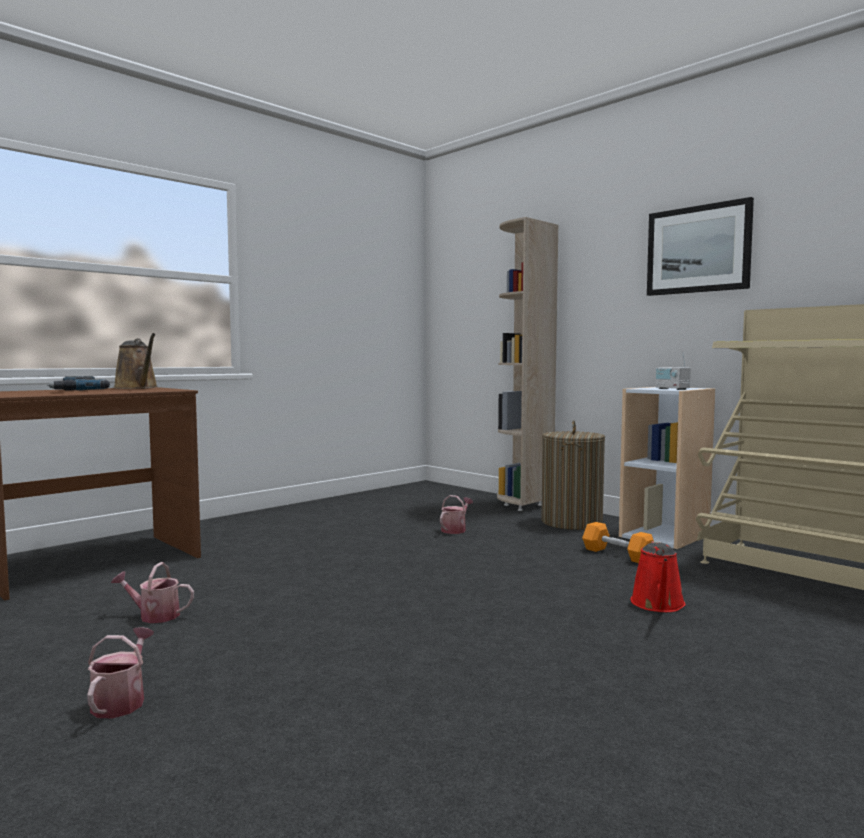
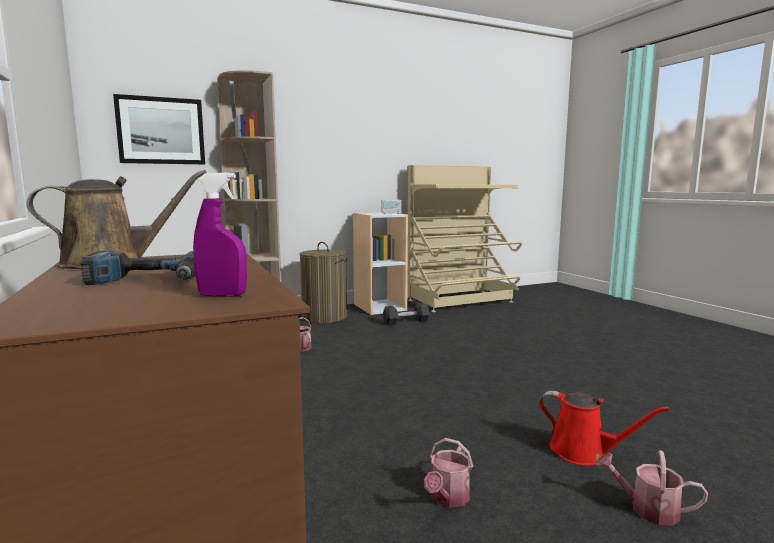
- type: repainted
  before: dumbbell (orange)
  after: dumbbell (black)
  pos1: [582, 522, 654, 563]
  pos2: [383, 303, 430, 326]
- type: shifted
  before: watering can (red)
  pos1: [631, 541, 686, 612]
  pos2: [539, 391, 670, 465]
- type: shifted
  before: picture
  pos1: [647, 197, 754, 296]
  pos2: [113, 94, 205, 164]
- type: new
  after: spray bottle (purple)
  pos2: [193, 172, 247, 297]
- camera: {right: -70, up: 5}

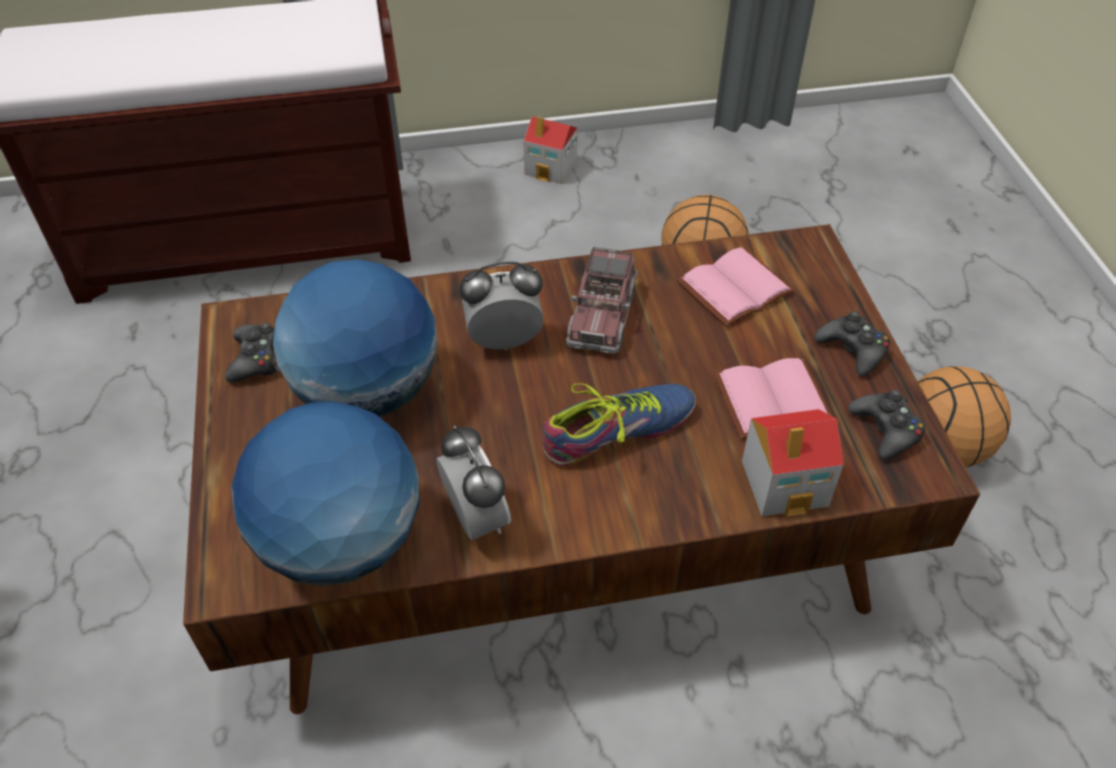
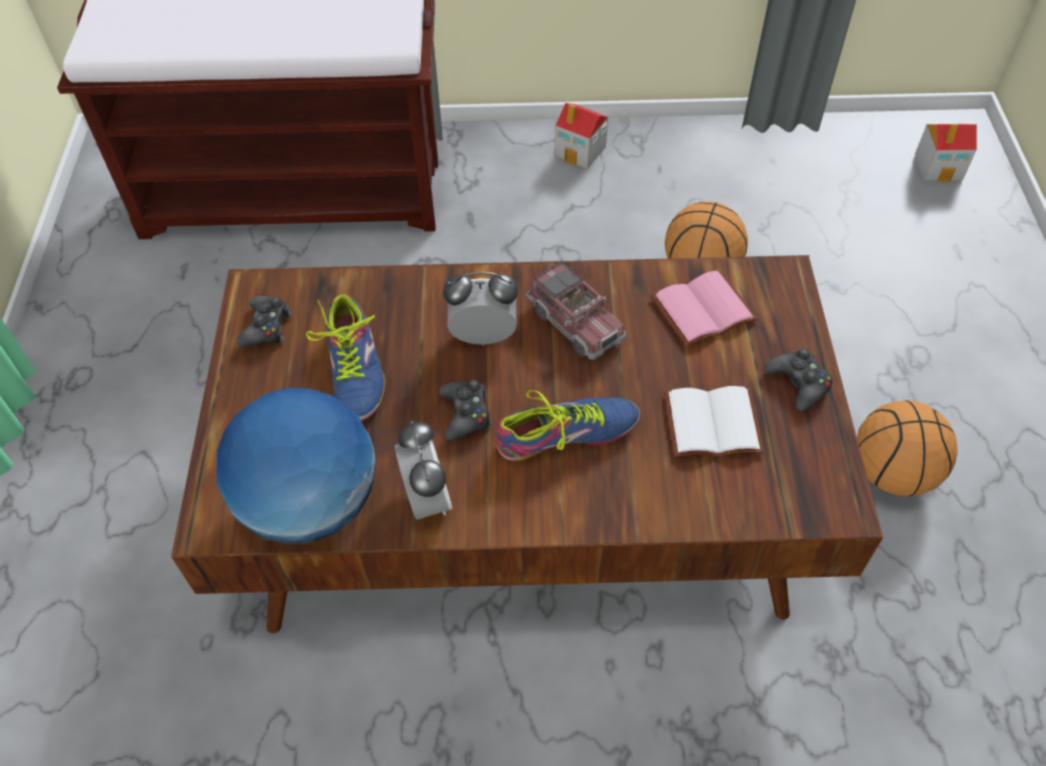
- type: swapped
  before: globe
  after: shoe
  pos1: [273, 259, 438, 417]
  pos2: [306, 294, 385, 421]
- type: rotated
  before: toy truck
  pos1: [566, 247, 638, 354]
  pos2: [526, 261, 626, 360]
  turn: -60
- type: repainted
  before: book (pink)
  after: book (white)
  pos1: [714, 358, 832, 440]
  pos2: [664, 386, 765, 457]
- type: shifted
  before: toy house
  pos1: [742, 409, 844, 517]
  pos2: [915, 124, 977, 182]
- type: shifted
  before: game controller (black)
  pos1: [848, 389, 925, 460]
  pos2: [439, 380, 492, 440]
- camera: {right: 10, up: 5}

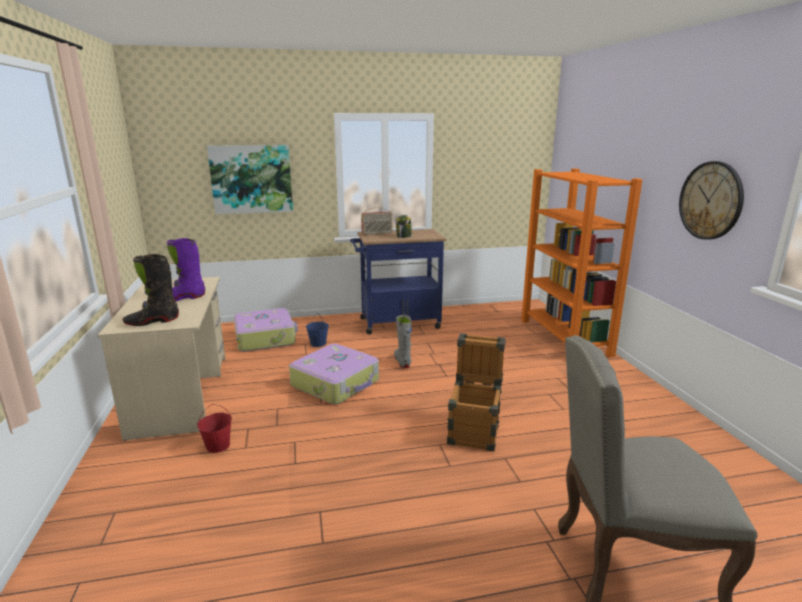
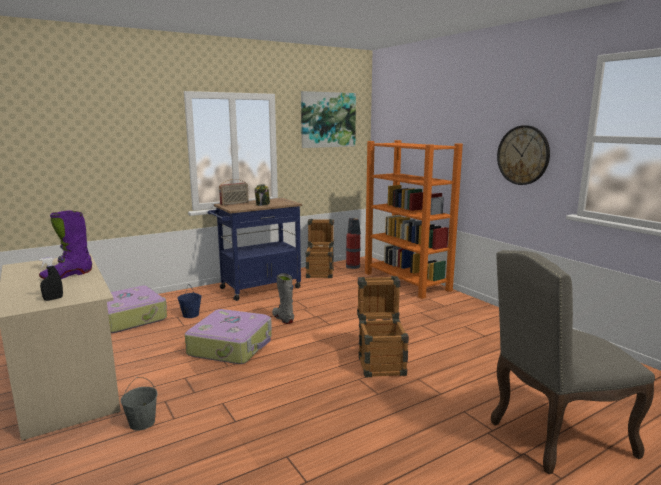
- type: swapped
  before: boot (black)
  after: spray bottle (black)
  pos1: [123, 254, 179, 326]
  pos2: [39, 257, 63, 301]
- type: repainted
  before: bucket (red)
  after: bucket (grey)
  pos1: [197, 404, 232, 453]
  pos2: [121, 377, 158, 431]
- type: shifted
  before: picture
  pos1: [207, 145, 293, 214]
  pos2: [301, 91, 356, 148]
- type: new
  after: crate
  pos2: [305, 219, 334, 278]
- type: new
  after: fire extinguisher
  pos2: [346, 218, 361, 269]
- camera: {right: -20, up: -5}

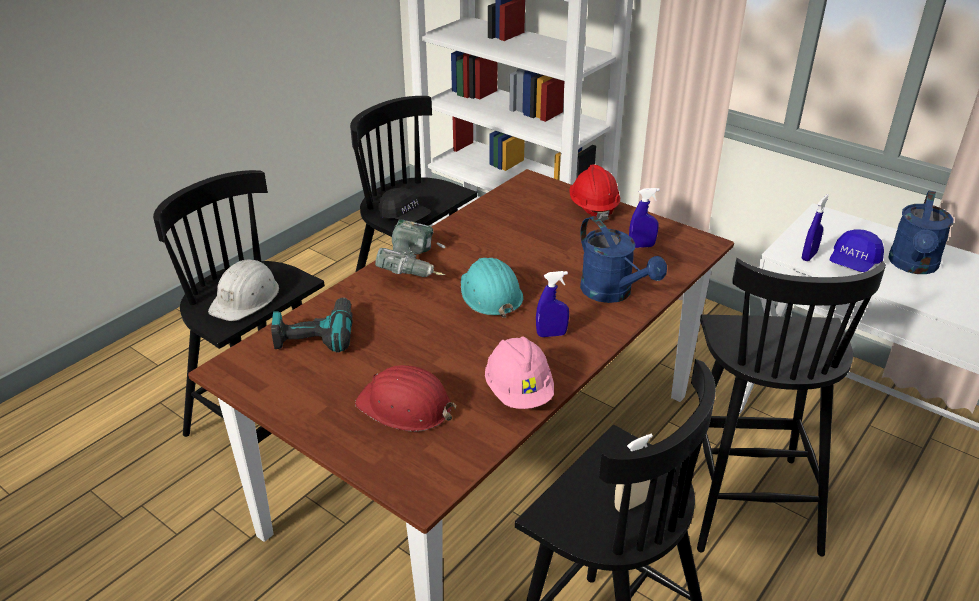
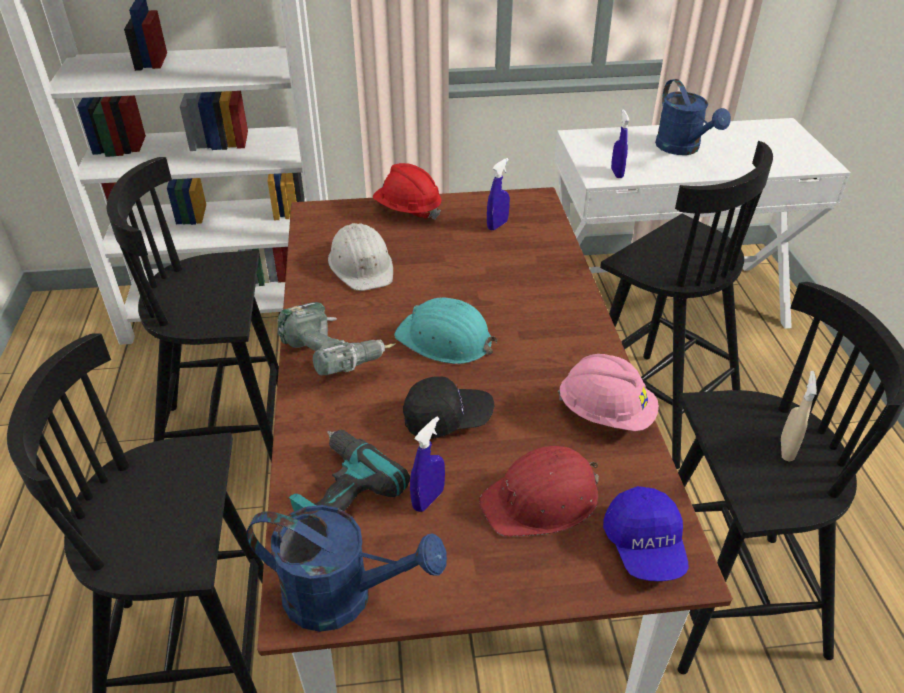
- type: shifted
  before: hard hat (white)
  pos1: [208, 259, 279, 321]
  pos2: [328, 223, 393, 291]
- type: shifted
  before: cap (black)
  pos1: [378, 188, 431, 222]
  pos2: [403, 376, 494, 439]
- type: shifted
  before: spray bottle (blue)
  pos1: [536, 271, 569, 337]
  pos2: [410, 417, 445, 512]
- type: shifted
  before: watering can (blue)
  pos1: [580, 216, 667, 303]
  pos2: [247, 505, 447, 632]
- type: shifted
  before: cap (blue)
  pos1: [830, 229, 884, 272]
  pos2: [603, 486, 689, 581]
- camera: {right: -45, up: 5}

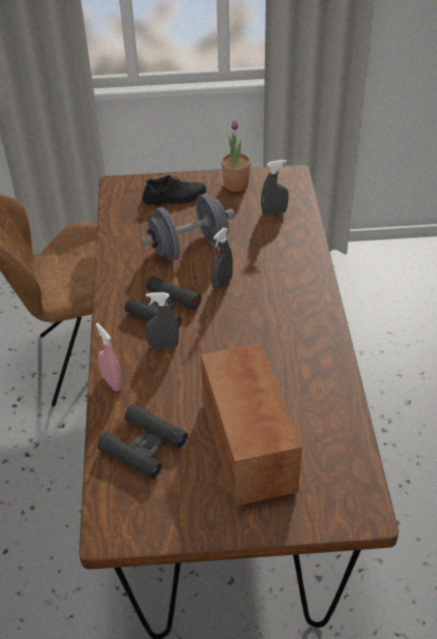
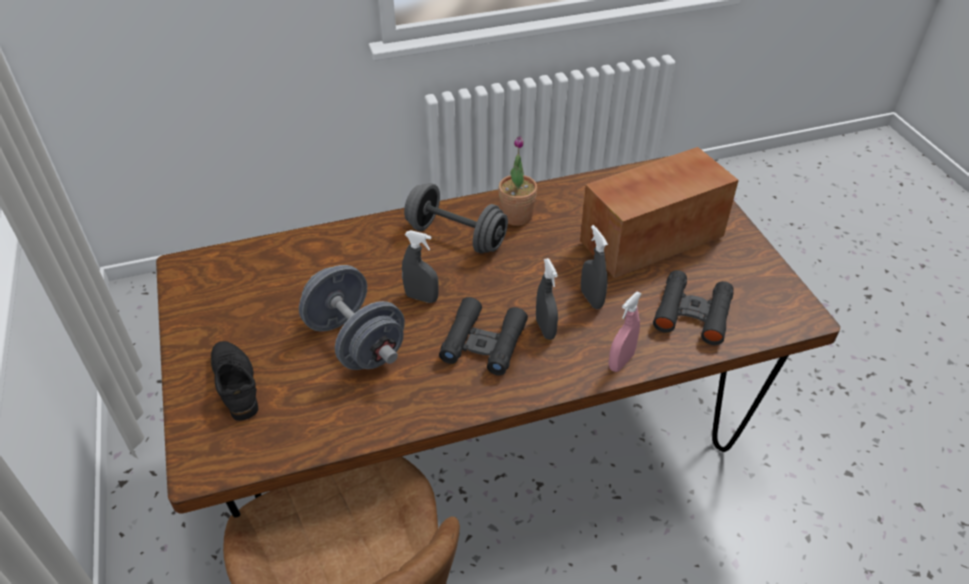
- type: shifted
  before: potted plant
  pos1: [221, 120, 251, 192]
  pos2: [498, 136, 537, 226]
- type: shifted
  before: spray bottle (grey)
  pos1: [261, 160, 289, 216]
  pos2: [581, 225, 608, 309]
- type: new
  after: dumbbell (grey)
  pos2: [404, 183, 508, 253]
- camera: {right: -105, up: 0}

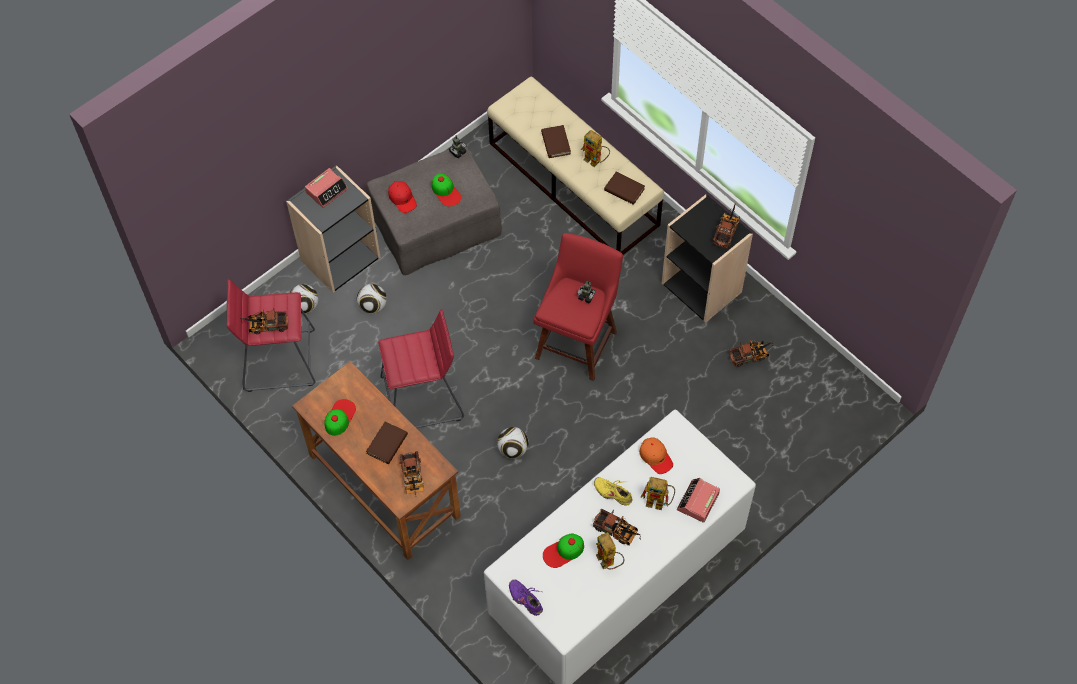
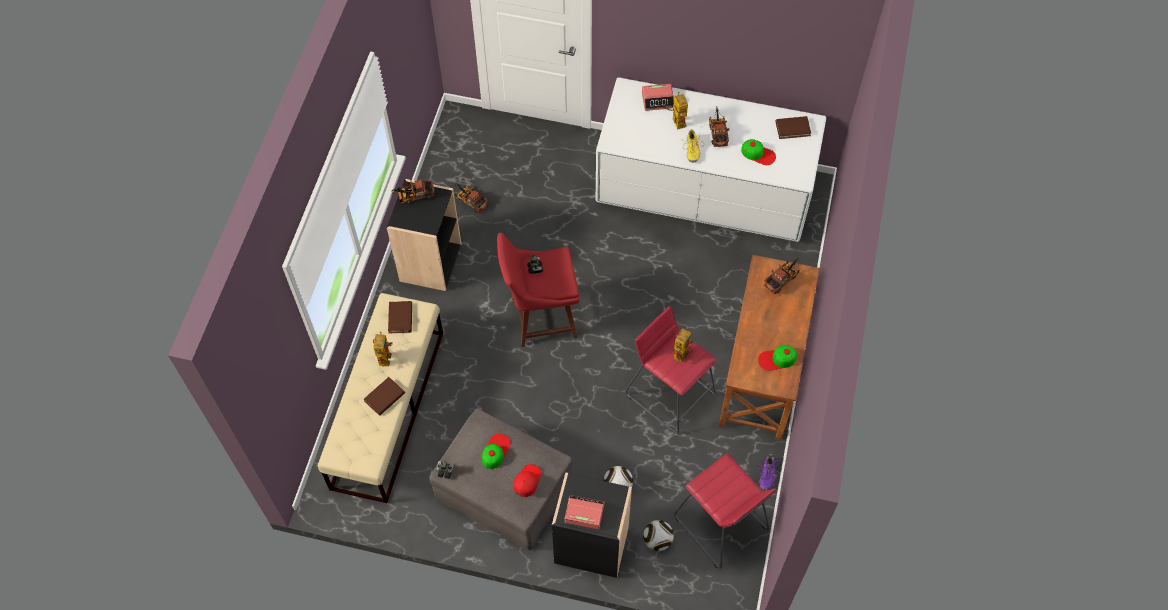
- type: gone
  before: toy truck
  pos1: [241, 307, 288, 334]
- type: shifted
  before: book (brown)
  pos1: [366, 421, 408, 464]
  pos2: [776, 116, 811, 139]
- type: gone
  before: football
  pos1: [497, 427, 529, 459]
- type: shifted
  before: shoe (purple)
  pos1: [509, 579, 543, 616]
  pos2: [757, 454, 780, 490]
- type: shifted
  before: toy robot
  pos1: [596, 532, 624, 569]
  pos2: [673, 327, 695, 363]
- type: gone
  before: cap (orange)
  pos1: [639, 437, 673, 474]
- camera: {right: -125, up: 0}

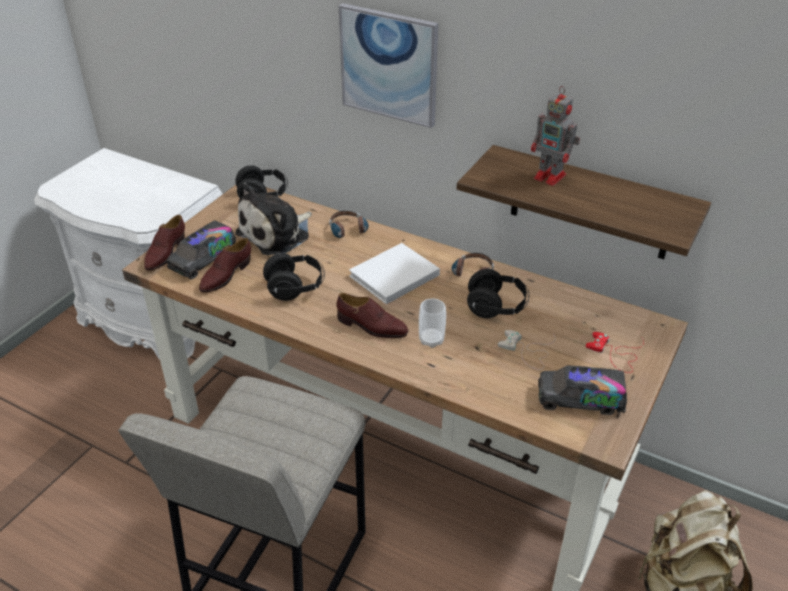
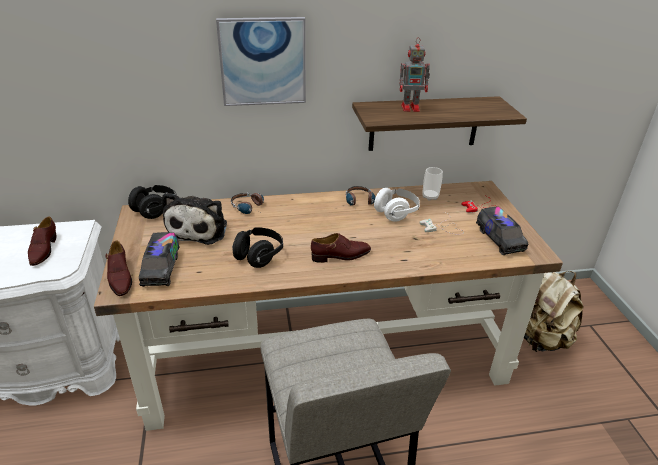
- type: shifted
  before: shoe (brown)
  pos1: [199, 238, 251, 292]
  pos2: [28, 217, 57, 266]
- type: gone
  before: book (white)
  pos1: [349, 243, 440, 304]
- type: shifted
  before: cup
  pos1: [419, 298, 446, 348]
  pos2: [422, 167, 443, 201]
- type: repainted
  before: headphones (black)
  after: headphones (white)
  pos1: [467, 269, 529, 318]
  pos2: [374, 188, 420, 222]
- type: rotated
  before: toy truck
  pos1: [538, 366, 627, 415]
  pos2: [476, 206, 528, 255]
  turn: -75
- camera: {right: -40, up: -5}

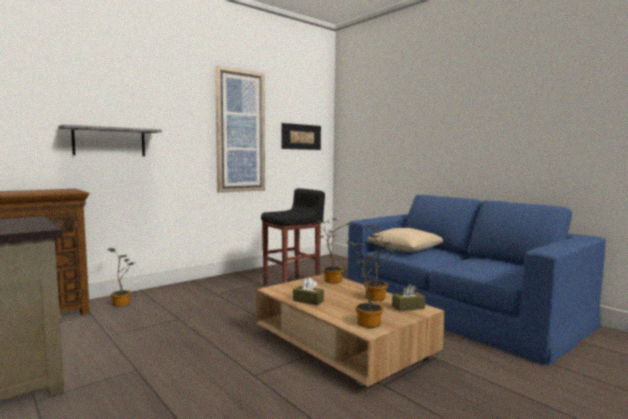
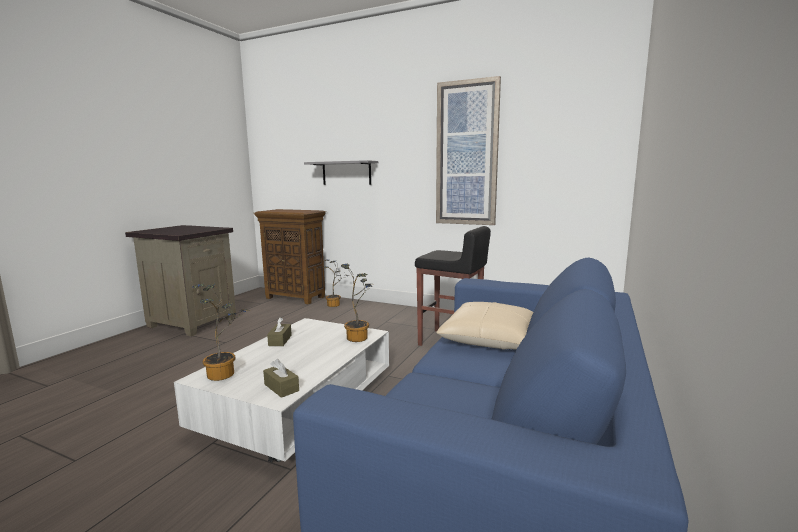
- type: repainted
  before: coffee table (brown)
  after: coffee table (white)
  pos1: [256, 274, 445, 387]
  pos2: [174, 318, 389, 462]
- type: gone
  before: picture
  pos1: [282, 123, 321, 150]
- type: gone
  before: potted plant
  pos1: [364, 225, 403, 301]
- camera: {right: 65, up: 5}

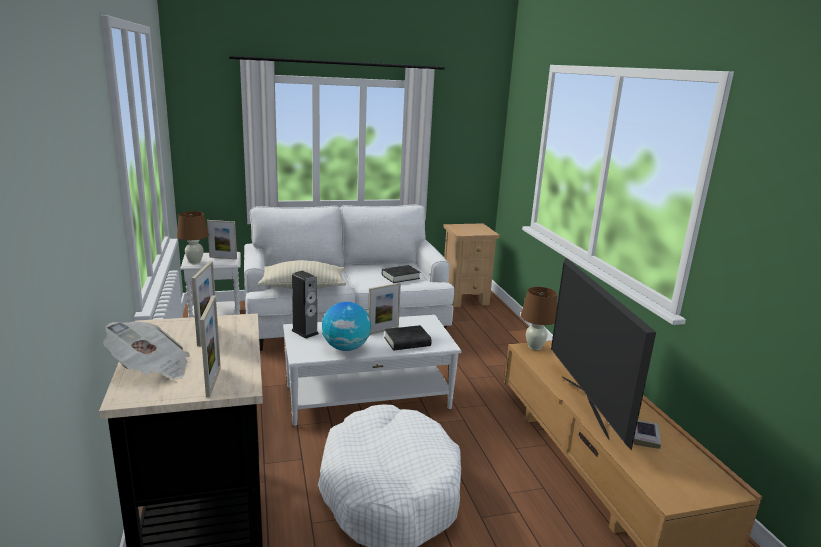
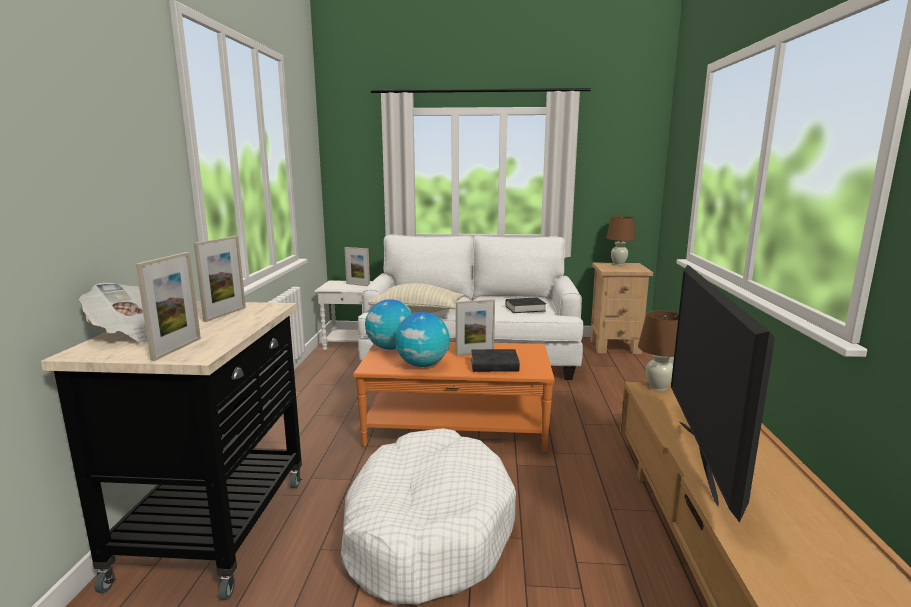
- type: shifted
  before: table lamp (brown)
  pos1: [177, 211, 209, 264]
  pos2: [606, 216, 636, 265]
- type: repainted
  before: coffee table (white)
  after: coffee table (orange)
  pos1: [283, 315, 462, 426]
  pos2: [353, 342, 555, 453]
- type: swapped
  before: speaker
  after: globe
  pos1: [291, 271, 319, 339]
  pos2: [365, 299, 413, 350]
- type: gone
  before: book
  pos1: [634, 420, 661, 449]
- camera: {right: 20, up: -5}

